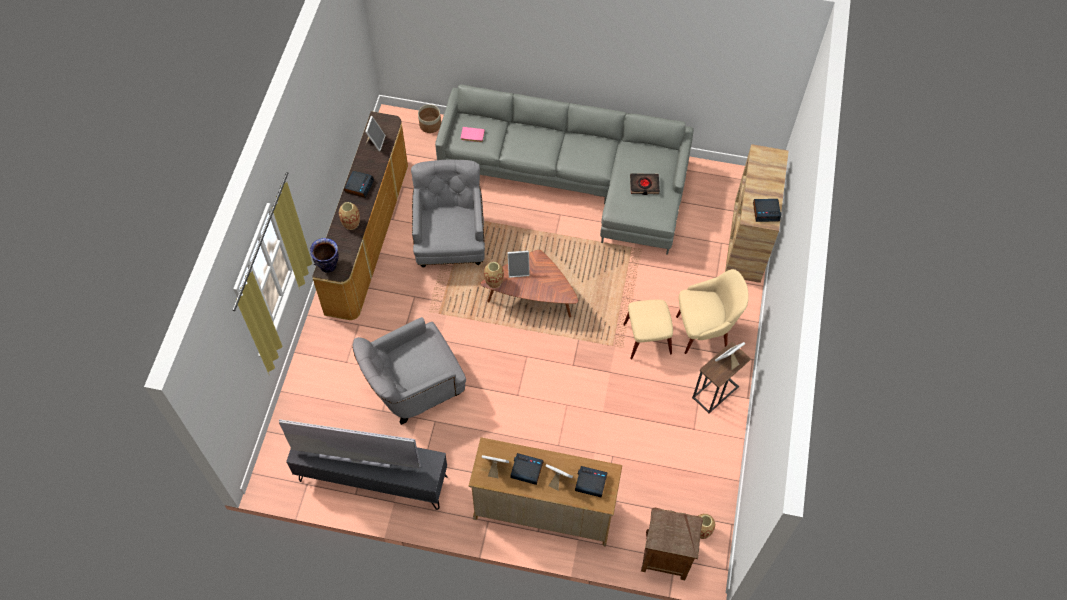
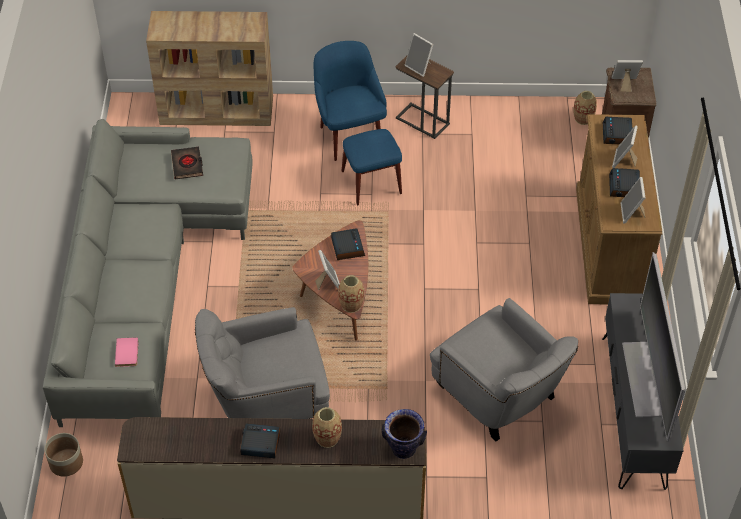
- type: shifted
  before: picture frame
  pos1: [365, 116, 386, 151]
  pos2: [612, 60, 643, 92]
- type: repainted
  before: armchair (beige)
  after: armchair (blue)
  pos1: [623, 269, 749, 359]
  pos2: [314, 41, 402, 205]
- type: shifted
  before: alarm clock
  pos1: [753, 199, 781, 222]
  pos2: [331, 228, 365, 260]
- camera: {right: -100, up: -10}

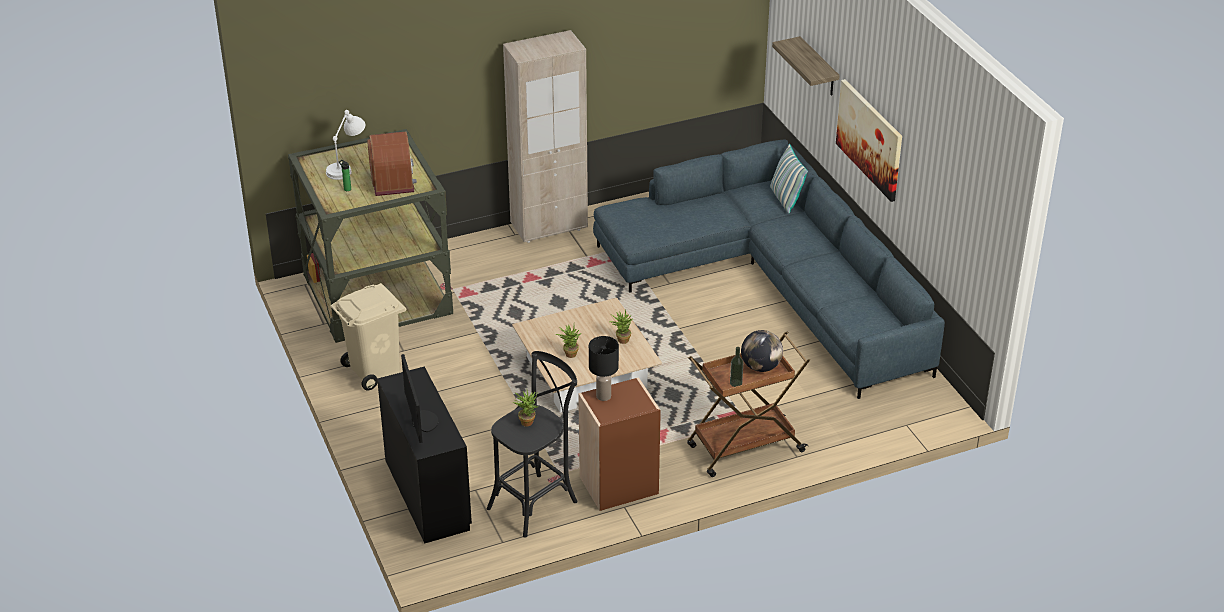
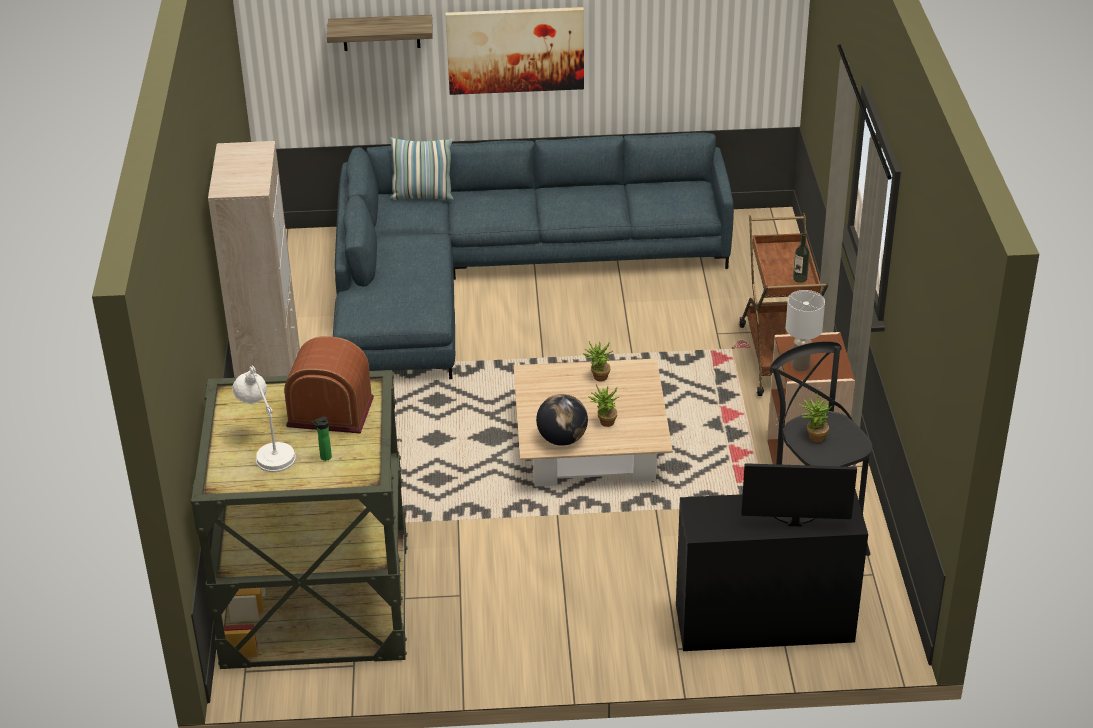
- type: gone
  before: trash can (beige)
  pos1: [330, 283, 406, 390]
- type: repainted
  before: table lamp (black)
  after: table lamp (white)
  pos1: [589, 336, 619, 401]
  pos2: [786, 290, 825, 371]
- type: shifted
  before: globe
  pos1: [741, 330, 783, 372]
  pos2: [536, 394, 588, 446]
- camera: {right: -70, up: 0}

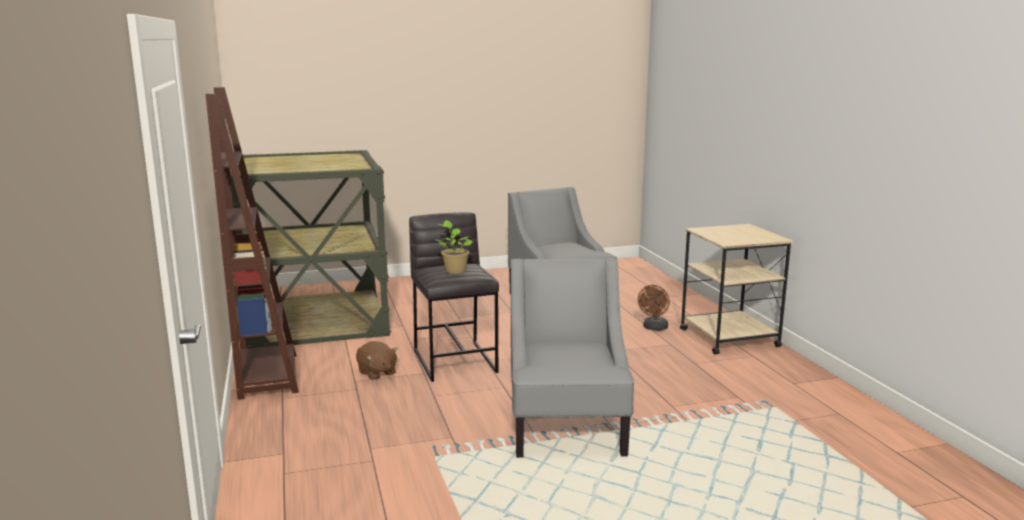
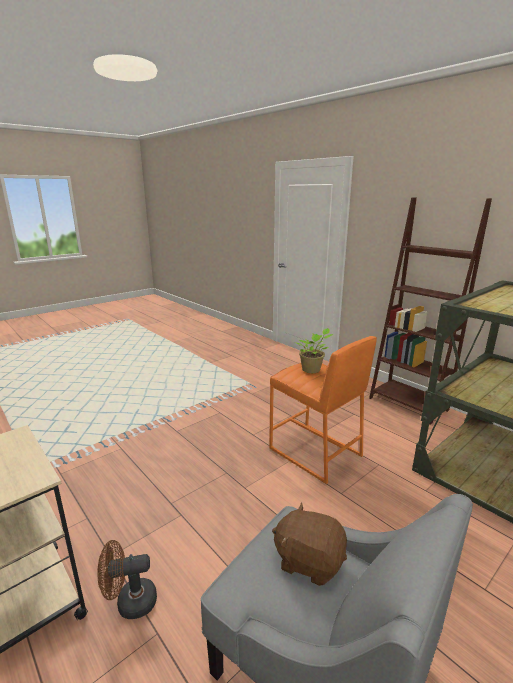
- type: shifted
  before: plush toy (brown)
  pos1: [356, 341, 398, 380]
  pos2: [272, 502, 347, 586]
- type: repainted
  before: stool (grey)
  after: stool (orange)
  pos1: [409, 212, 499, 382]
  pos2: [269, 336, 377, 484]
- type: gone
  before: armchair (grey)
  pos1: [511, 258, 634, 458]
- type: rotated
  before: fan (brown)
  pos1: [638, 285, 670, 331]
  pos2: [97, 540, 157, 619]
  turn: -105
- camera: {right: 155, up: 5}

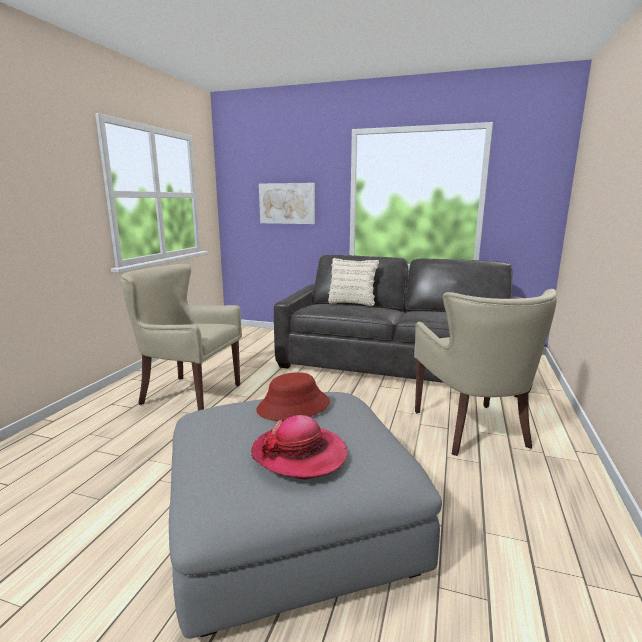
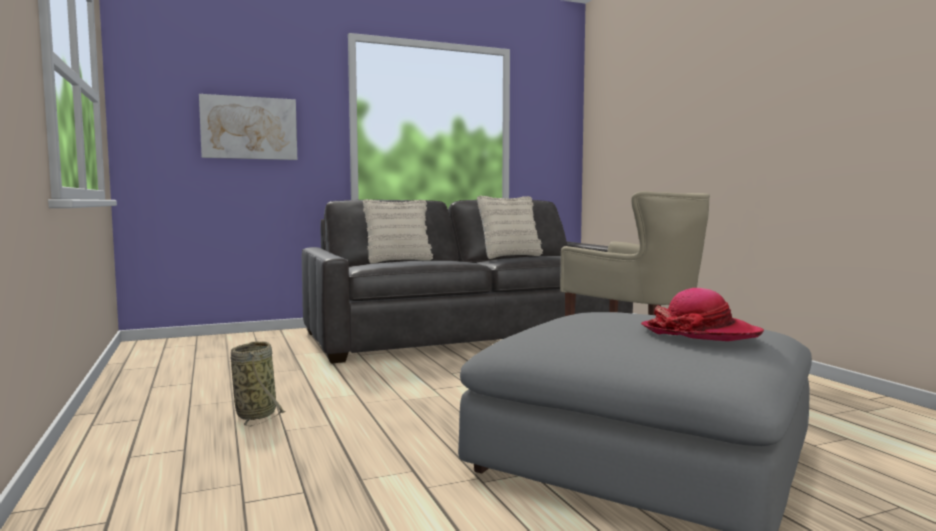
- type: swapped
  before: armchair (beige)
  after: basket
  pos1: [121, 264, 242, 411]
  pos2: [231, 341, 286, 427]
- type: gone
  before: hat (red)
  pos1: [256, 372, 330, 421]
- type: new
  after: pillow (beige)
  pos2: [477, 195, 543, 259]
- camera: {right: -40, up: -10}

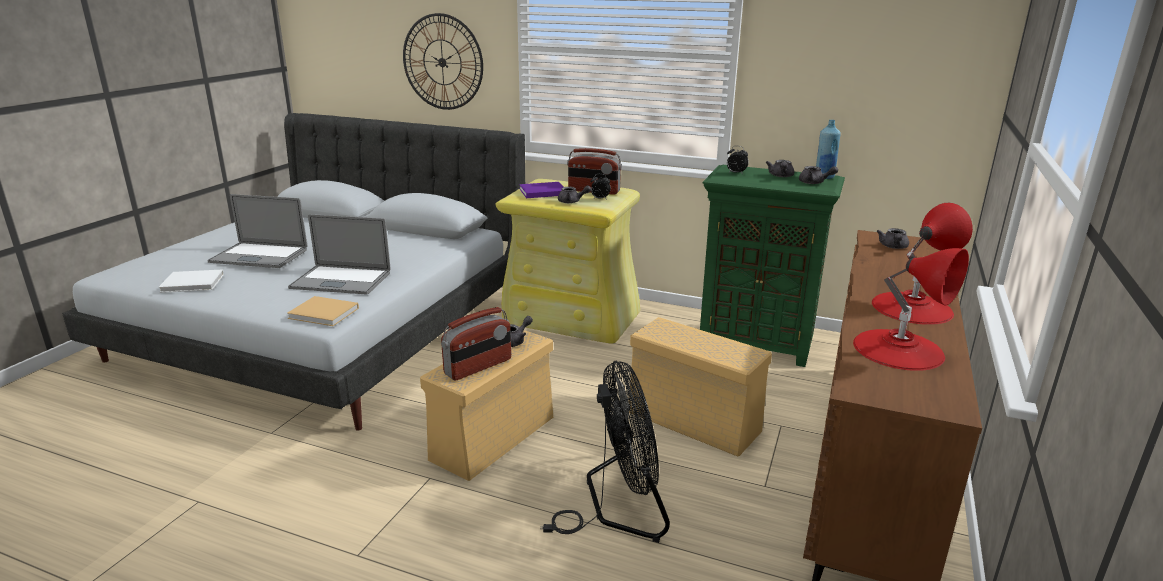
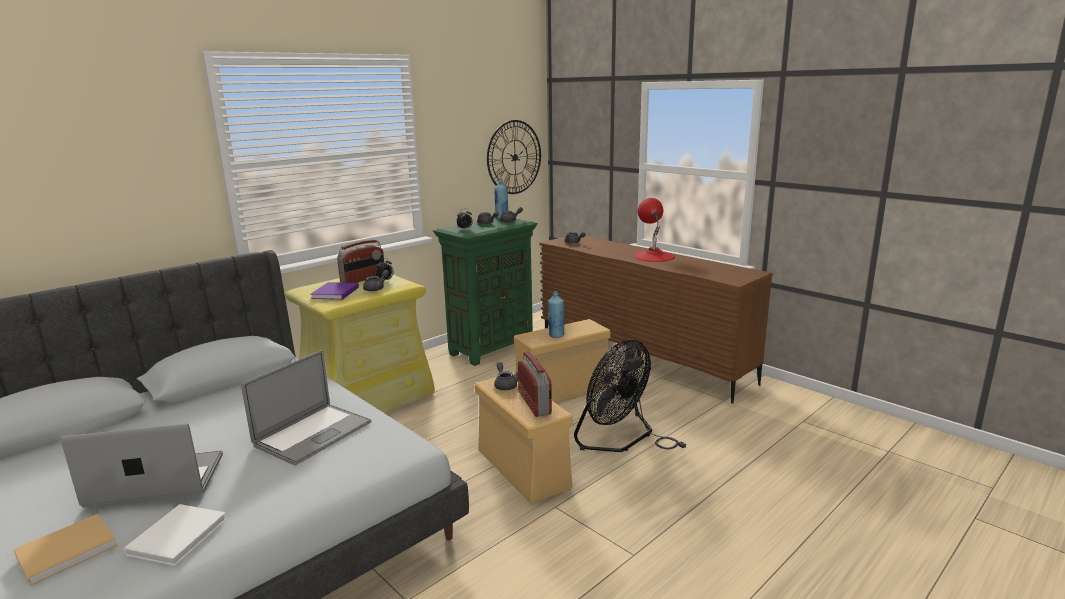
- type: rotated
  before: laptop
  pos1: [207, 194, 307, 268]
  pos2: [61, 423, 223, 508]
  turn: -135
- type: shifted
  before: book (beige)
  pos1: [287, 296, 359, 326]
  pos2: [14, 514, 118, 586]
- type: shifted
  before: wall clock
  pos1: [403, 13, 483, 110]
  pos2: [487, 120, 541, 194]
- type: rotated
  before: fan (black)
  pos1: [540, 361, 670, 543]
  pos2: [574, 340, 687, 452]
  turn: -60
- type: gone
  before: table lamp (red)
  pos1: [853, 248, 969, 371]
- type: new
  after: bottle (blue)
  pos2: [548, 291, 565, 338]
- camera: {right: -65, up: -5}

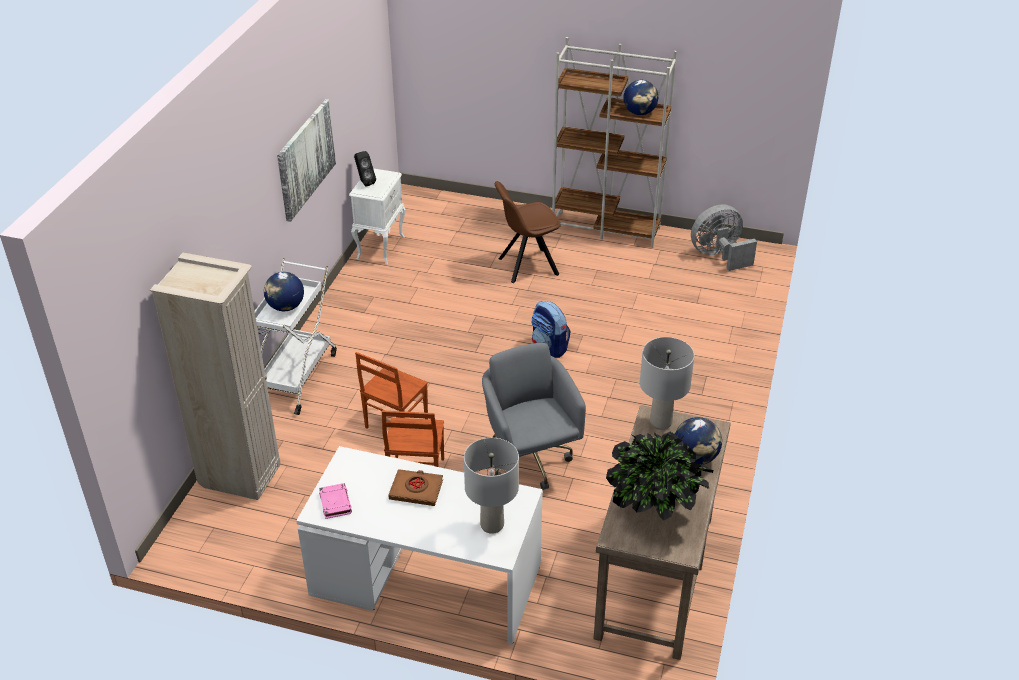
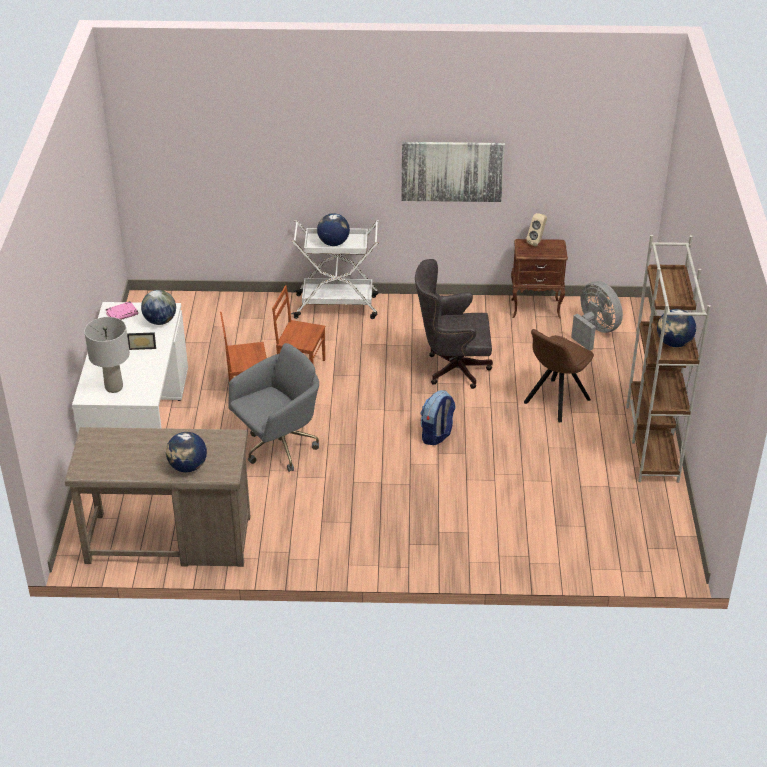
- type: gone
  before: cabinet (beige)
  pos1: [150, 253, 281, 500]
- type: repainted
  before: nightstand (white)
  after: nightstand (brown)
  pos1: [349, 168, 406, 264]
  pos2: [511, 239, 568, 319]
- type: repainted
  before: speaker (black)
  after: speaker (beige)
  pos1: [354, 151, 376, 187]
  pos2: [526, 213, 547, 247]
- type: swapped
  before: book (brown)
  after: picture frame
  pos1: [388, 469, 443, 506]
  pos2: [127, 332, 156, 350]
- type: rotated
  before: chair (brown)
  pos1: [495, 181, 561, 283]
  pos2: [524, 329, 594, 422]
  turn: -105
- type: gone
  before: potted plant
  pos1: [606, 432, 713, 520]
- type: gone
  before: table lamp (grey)
  pos1: [640, 337, 695, 430]
- type: shifted
  before: fan (grey)
  pos1: [691, 204, 757, 271]
  pos2: [571, 281, 623, 350]
- type: new
  after: globe
  pos2: [141, 290, 176, 325]
- type: new
  after: office chair (grey)
  pos2: [415, 259, 493, 389]
- camera: {right: 75, up: 0}

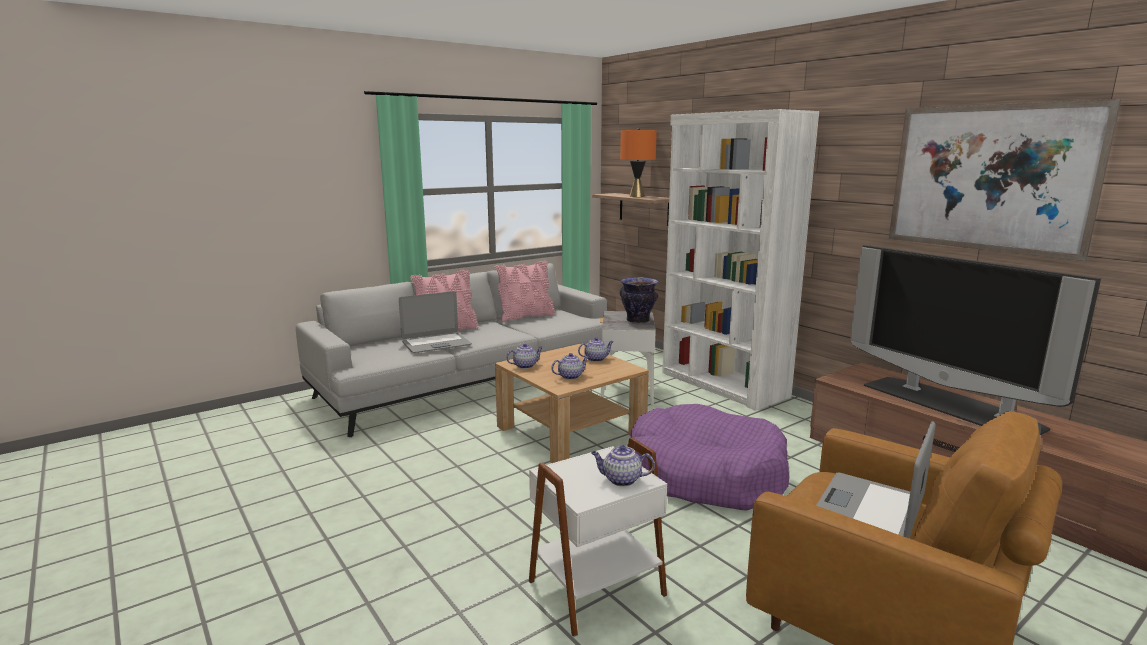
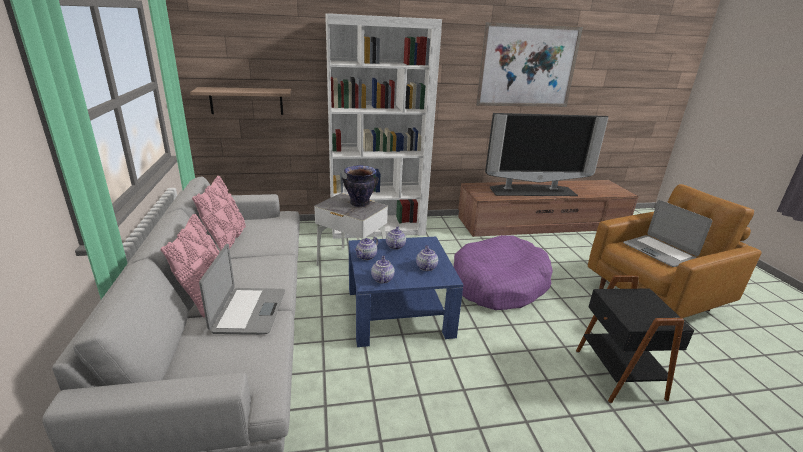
- type: repainted
  before: coffee table (brown)
  after: coffee table (blue)
  pos1: [495, 344, 649, 463]
  pos2: [349, 237, 464, 347]
- type: repainted
  before: side table (white)
  after: side table (black)
  pos1: [529, 438, 667, 637]
  pos2: [576, 275, 694, 403]
- type: shifted
  before: teapot
  pos1: [591, 445, 655, 487]
  pos2: [355, 237, 378, 260]
- type: gone
  before: table lamp (orange)
  pos1: [620, 128, 657, 197]
- camera: {right: -65, up: 10}

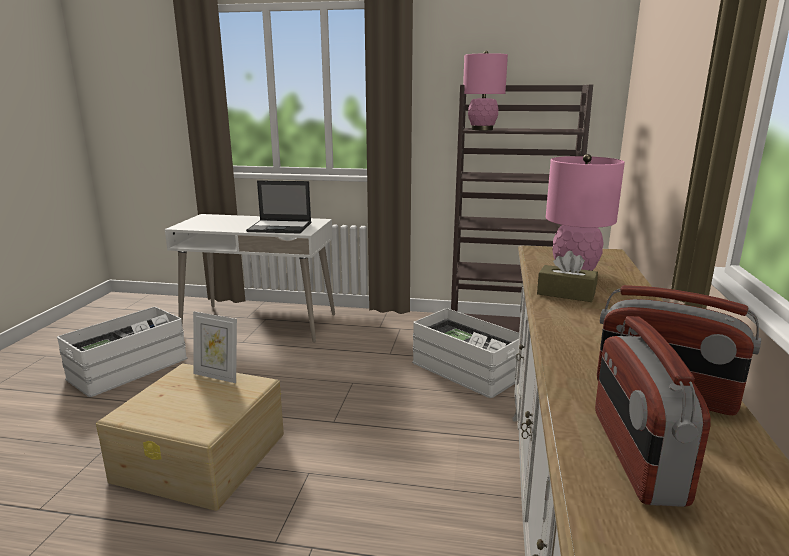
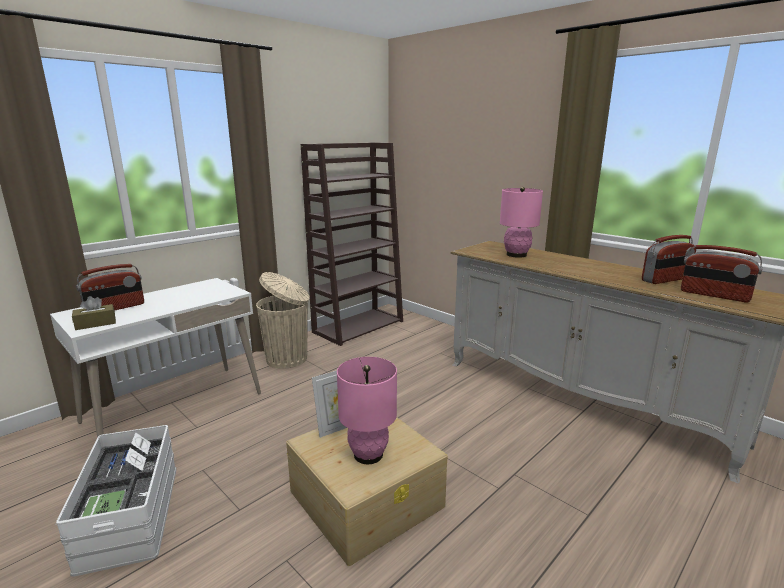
- type: gone
  before: laptop
  pos1: [246, 180, 311, 233]
- type: gone
  before: storage box (white)
  pos1: [412, 308, 519, 398]
- type: shifted
  before: table lamp (pink)
  pos1: [463, 51, 508, 130]
  pos2: [337, 357, 397, 464]
- type: shifted
  before: tissue box (brown)
  pos1: [537, 251, 598, 302]
  pos2: [72, 296, 116, 330]
- type: new
  after: radio
  pos2: [76, 264, 144, 310]
- type: new
  after: trash can (beige)
  pos2: [256, 272, 310, 369]
- camera: {right: -55, up: 0}

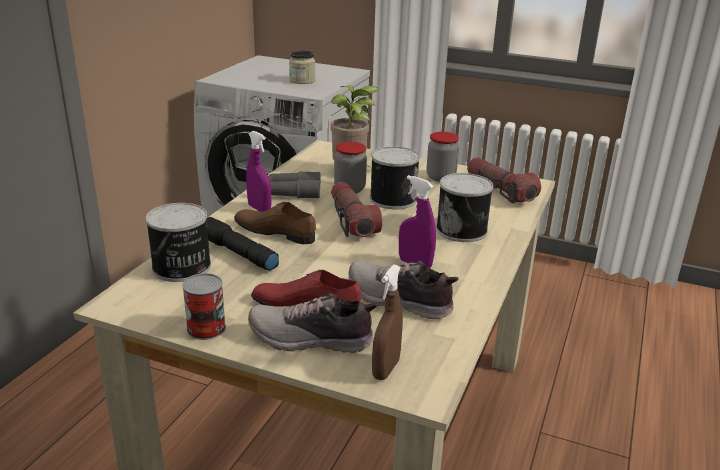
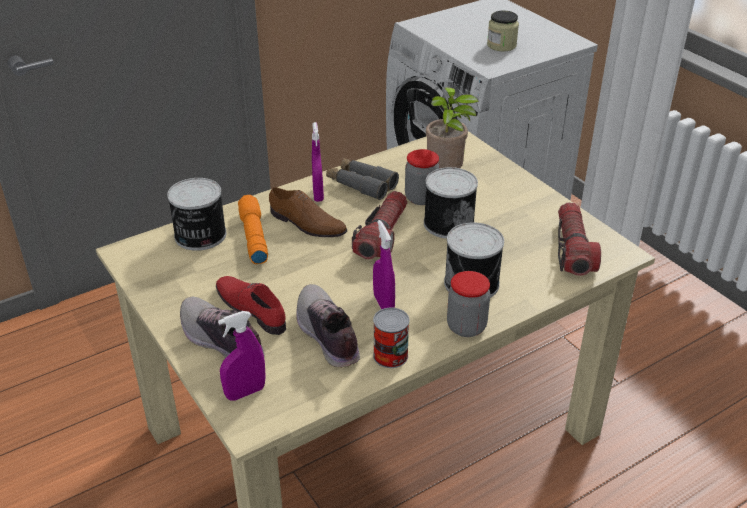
- type: shifted
  before: can
  pos1: [182, 273, 226, 340]
  pos2: [373, 308, 409, 368]
- type: repainted
  before: flashlight (black)
  after: flashlight (orange)
  pos1: [207, 217, 279, 271]
  pos2: [238, 195, 268, 264]
- type: rotated
  before: shoe (brown)
  pos1: [234, 202, 316, 244]
  pos2: [269, 187, 347, 237]
  turn: 150
- type: repainted
  before: spray bottle (brown)
  after: spray bottle (purple)
  pos1: [372, 264, 403, 380]
  pos2: [218, 311, 266, 400]
- type: shifted
  before: jar
  pos1: [427, 132, 459, 182]
  pos2: [447, 271, 490, 337]
- camera: {right: 35, up: 10}

